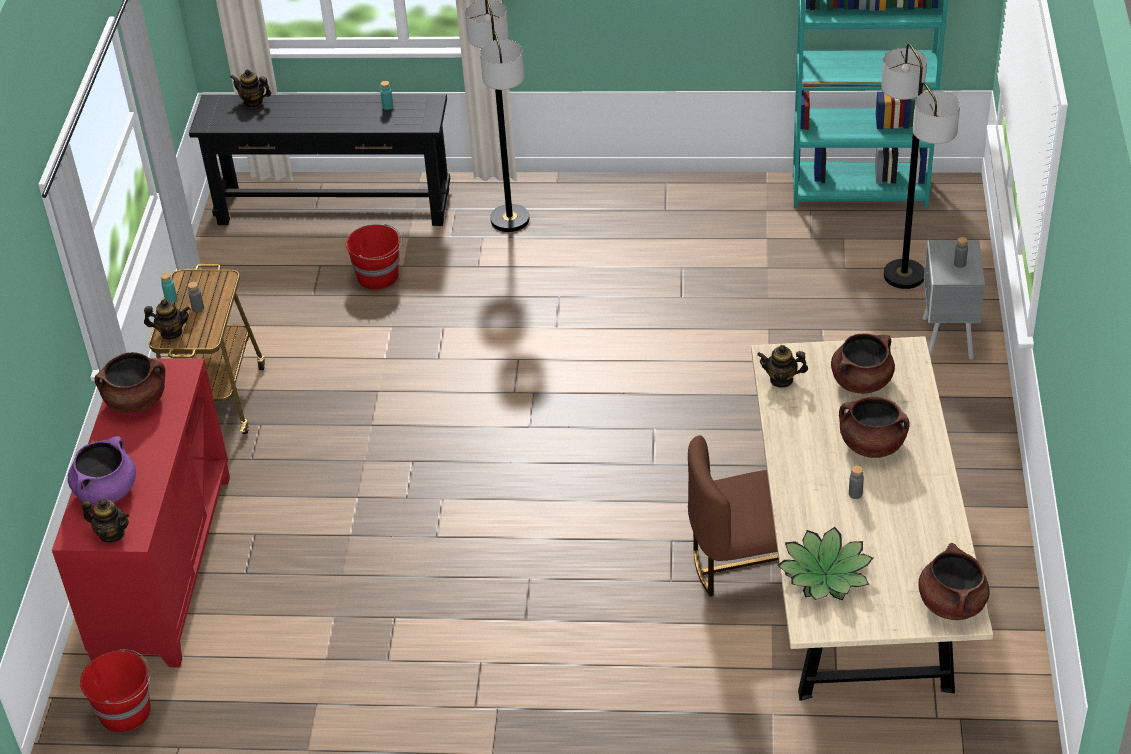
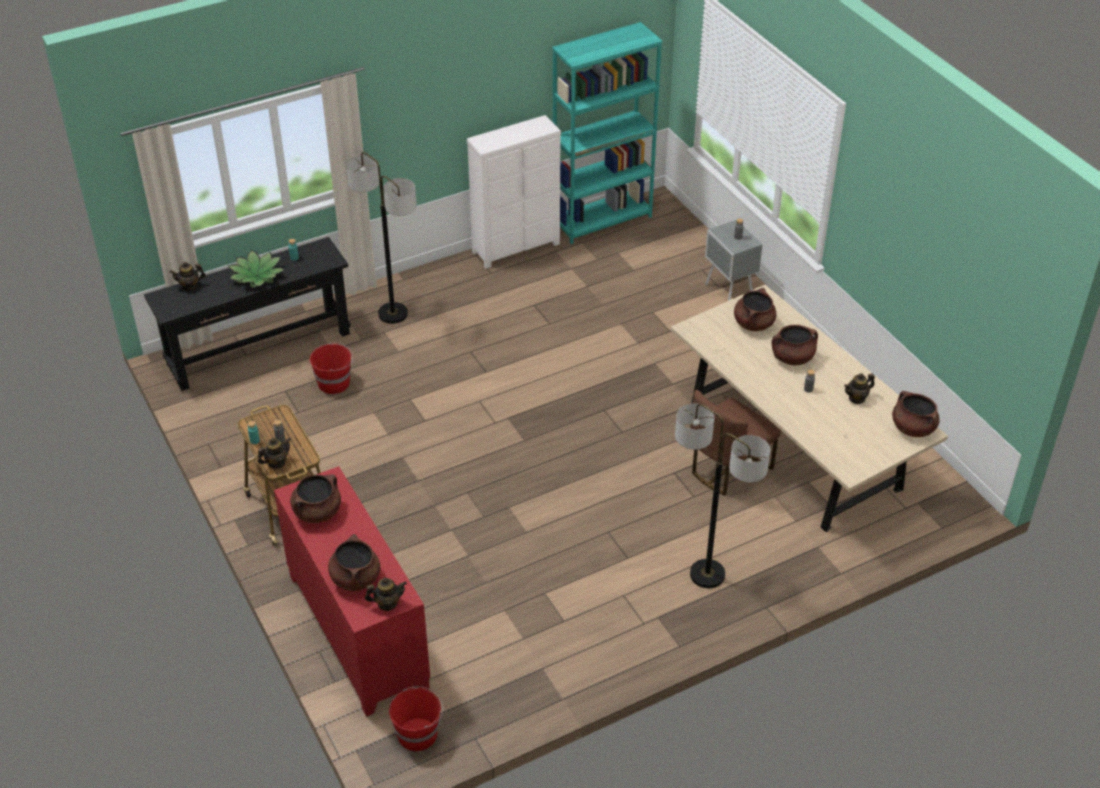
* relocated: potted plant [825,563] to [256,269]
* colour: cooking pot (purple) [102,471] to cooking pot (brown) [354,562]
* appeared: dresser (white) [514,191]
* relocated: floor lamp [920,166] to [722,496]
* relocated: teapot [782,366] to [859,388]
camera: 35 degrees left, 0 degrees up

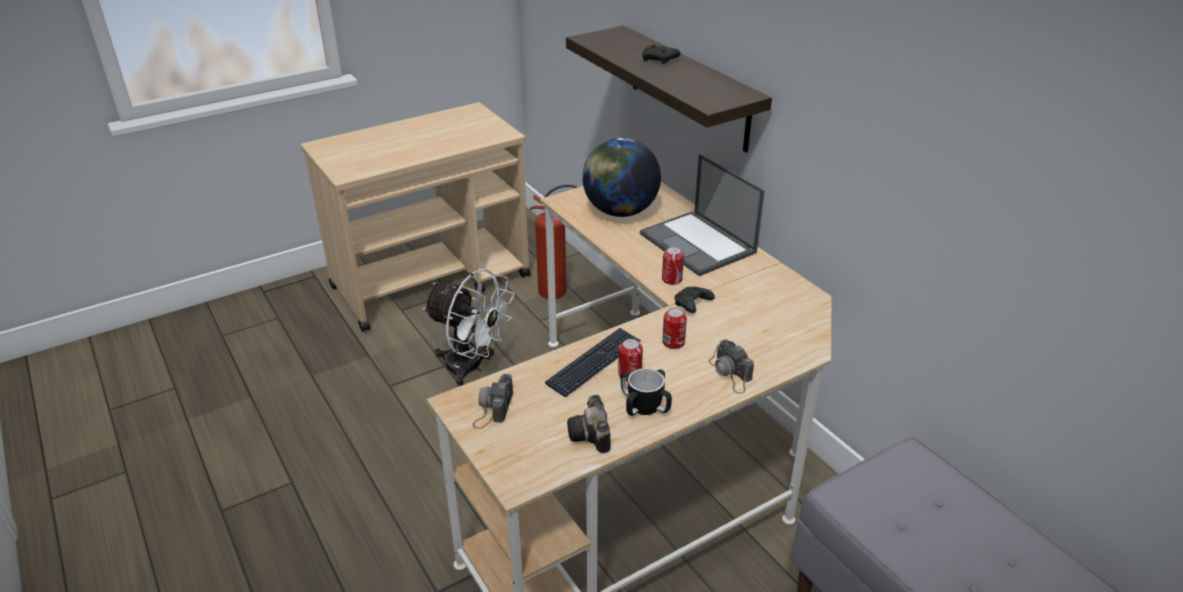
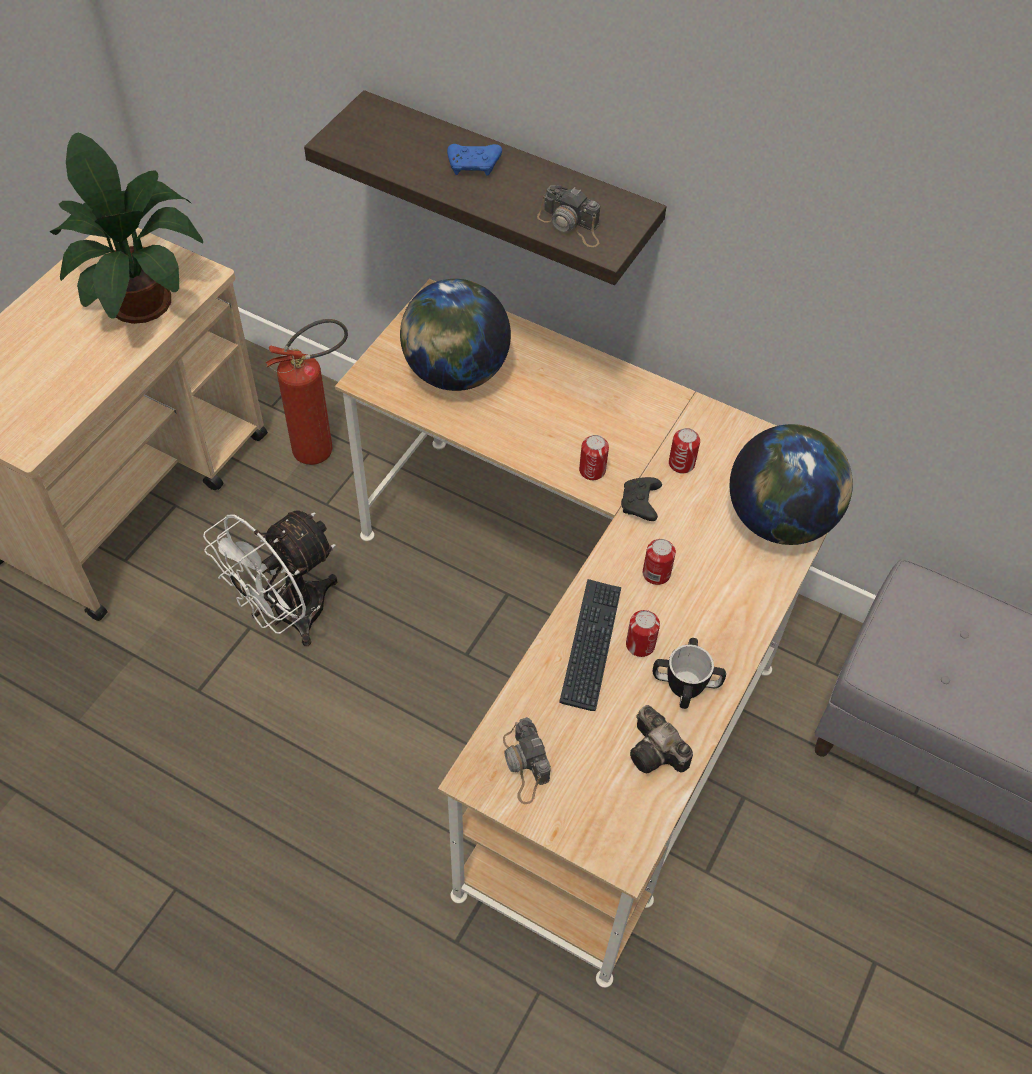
* appeared: potted plant [126,228]
* spun: fan (white) [469,327] = [270,578] 135 degrees clockwise
* colour: game controller (black) [661,54] to game controller (blue) [474,160]
* relocated: photo camera [731,366] to [568,216]
* appeared: can [684,451]
* appeared: globe [791,484]
* missing: laptop [702,215]
camera: 30 degrees left, 20 degrees up

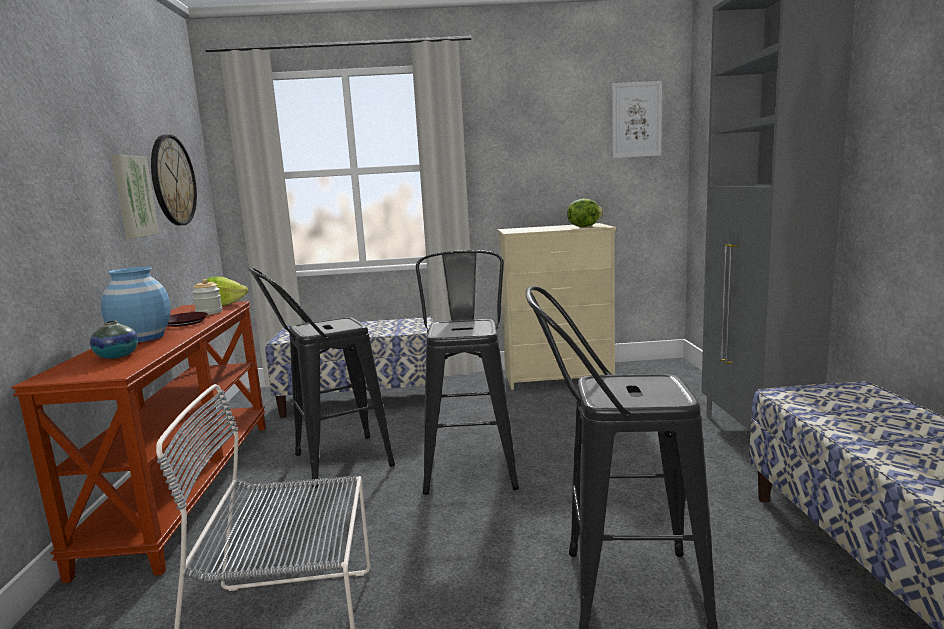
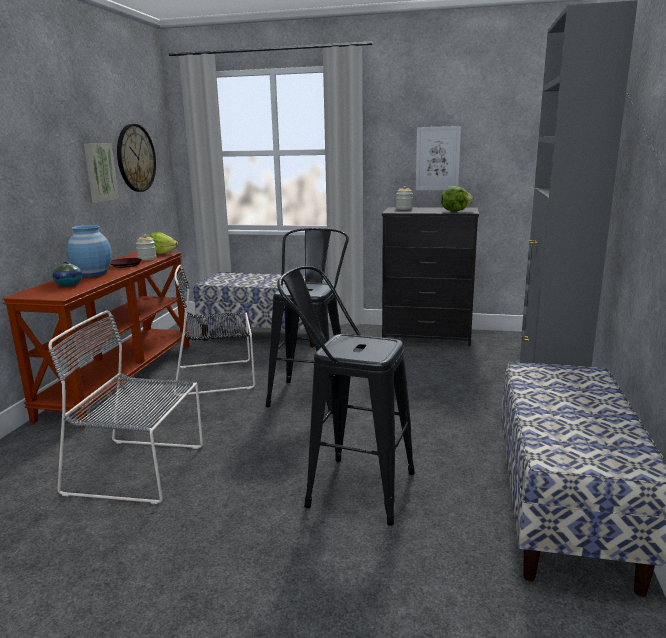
* exchanged: stool (black) [321,377] to chair (black) [214,330]
* colour: dresser (beige) [557,306] to dresser (black) [430,276]
* appeared: jar [404,198]
* relocated: picture [637,119] to [438,158]
camera: 15 degrees right, 5 degrees up

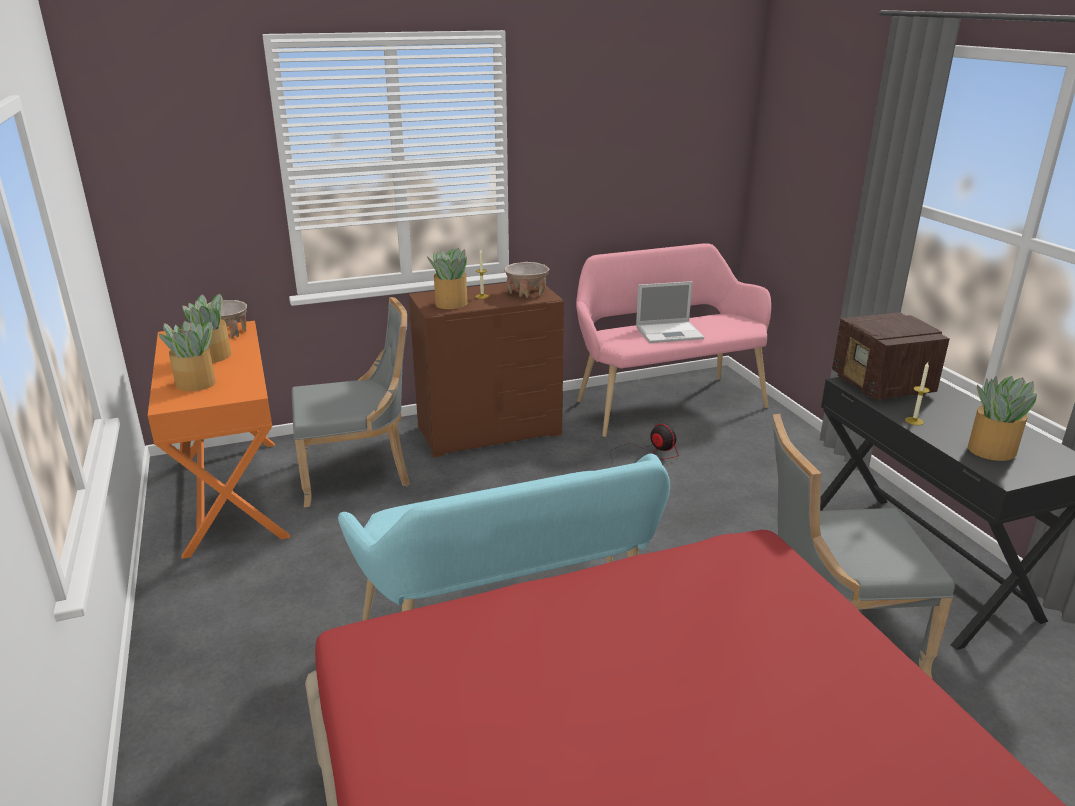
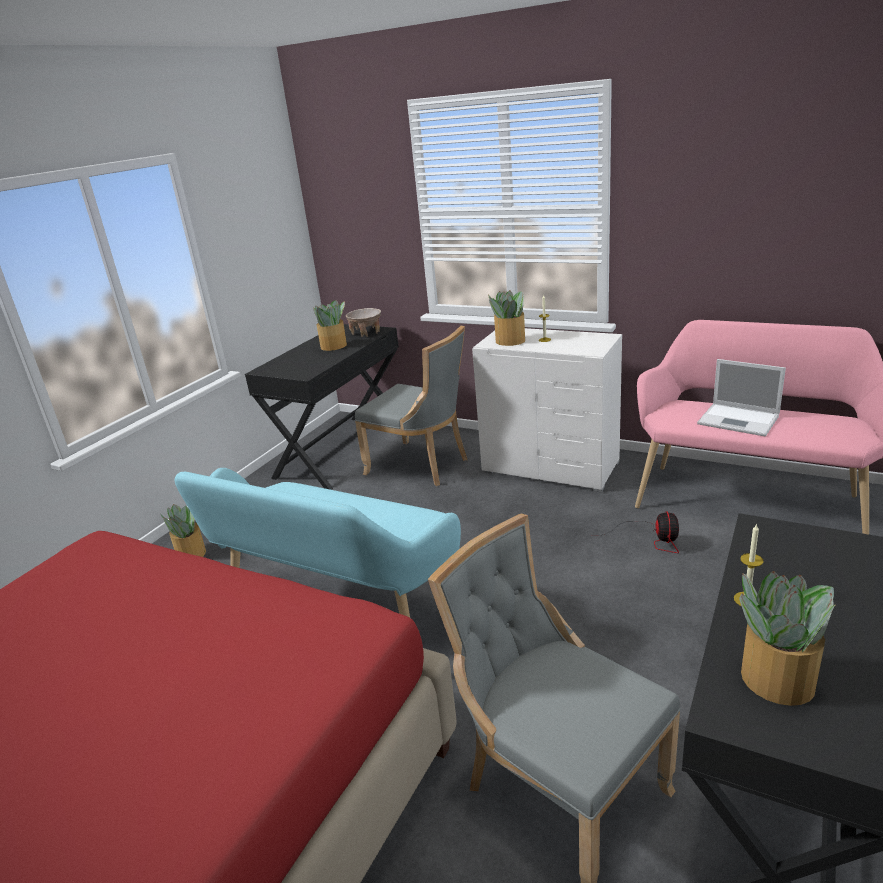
* relocated: potted plant [187,356] to [183,530]
* colour: desk (orange) [219,440] to desk (black) [322,407]
* colour: dresser (brown) [486,370] to dresser (white) [547,410]
* missing: bowl (beige) [526,280]
* missing: radio [891,356]
camera: 50 degrees right, 0 degrees up

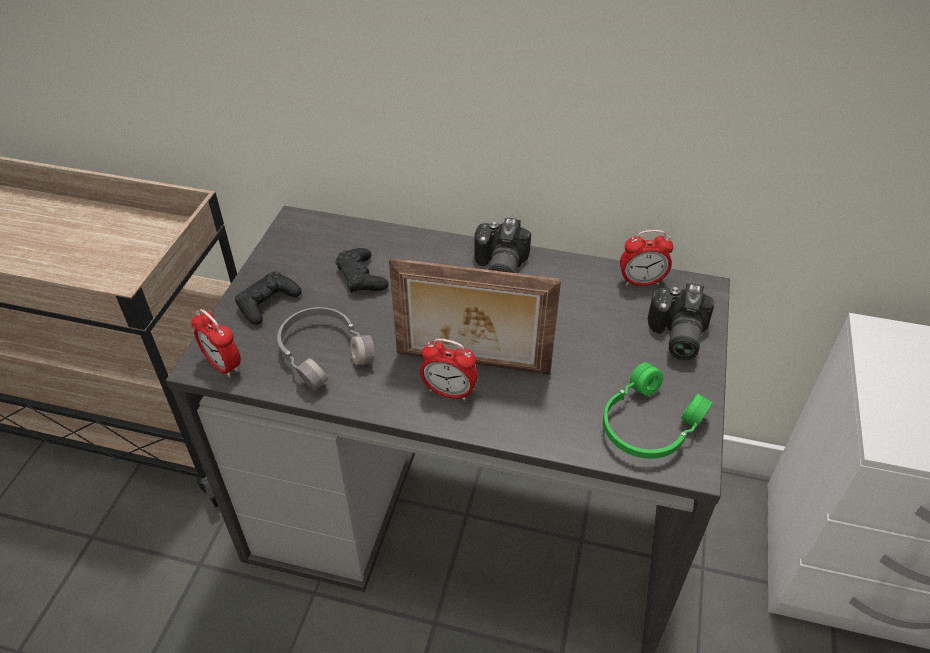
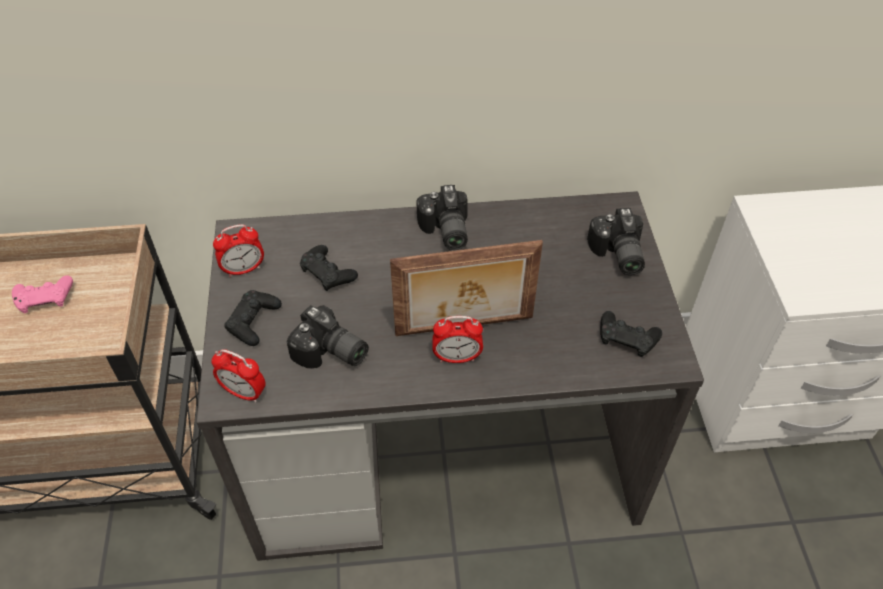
* appeared: game controller (pink) [42,294]
* relocated: alarm clock [647,258] to [238,250]
* exchanged: headphones (grey) [326,349] to photo camera [328,337]
* exchanged: headphones (green) [658,410] to game controller (black) [631,334]
camera: 20 degrees left, 5 degrees up

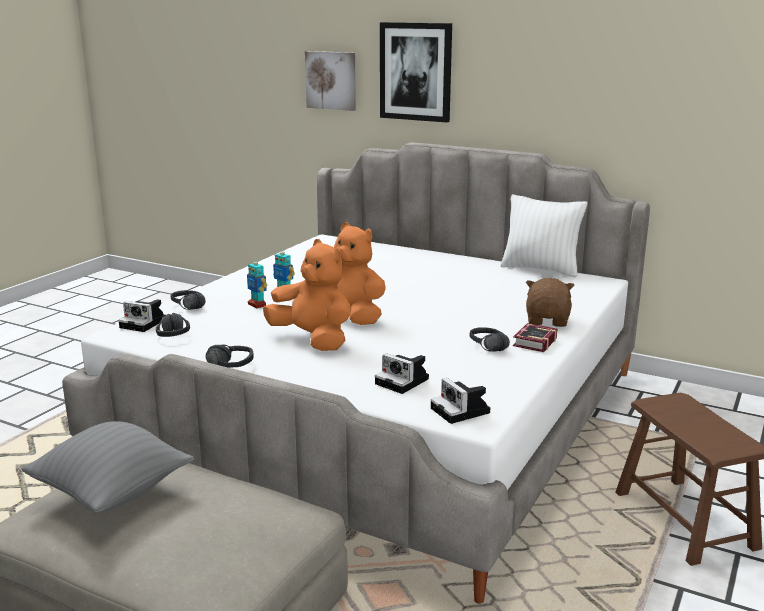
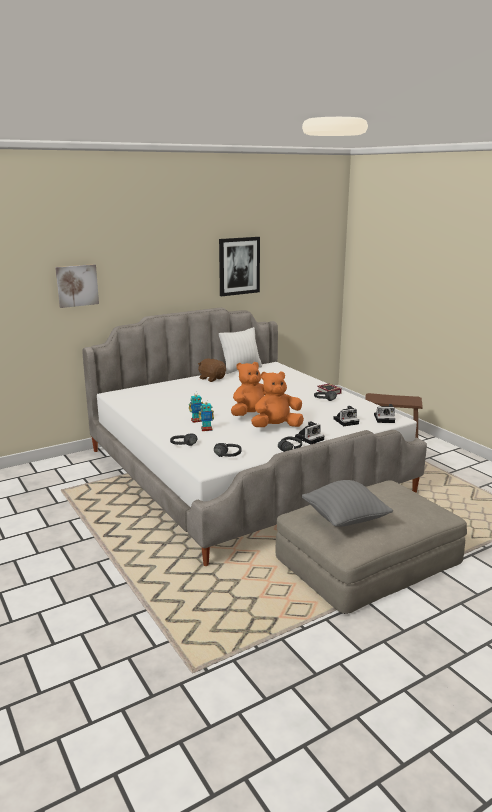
* relocated: plush toy (brown) [550,302] to [212,370]
* relocated: picture [416,72] to [239,266]
* relocated: photo camera [141,315] to [310,433]
camera: 60 degrees left, 0 degrees up

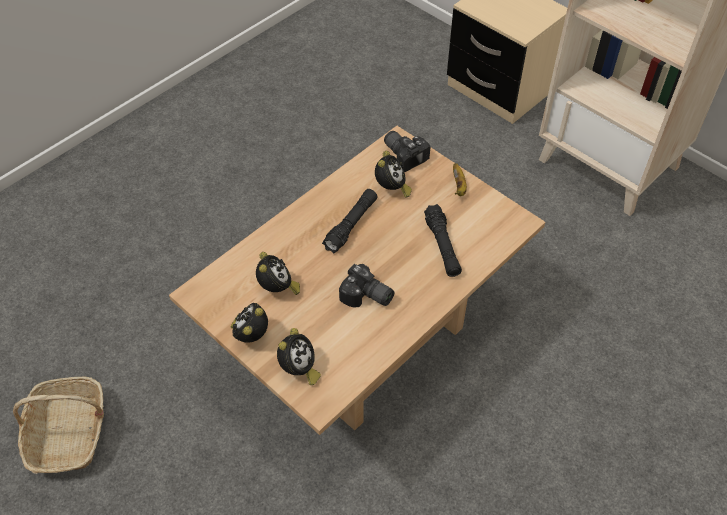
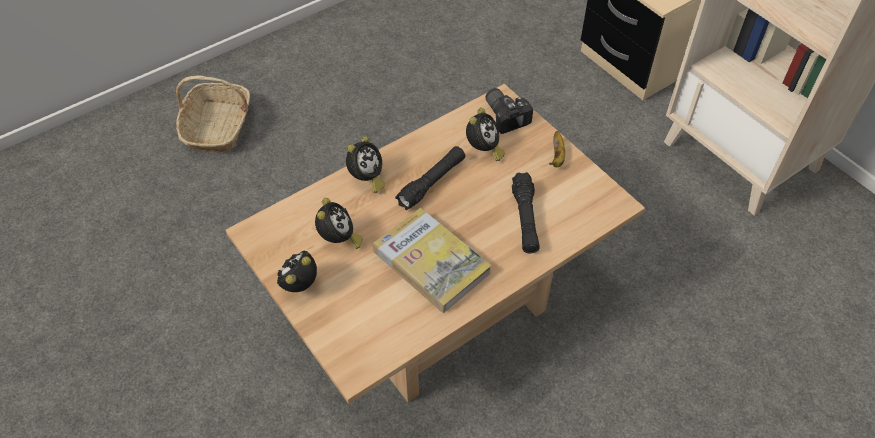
* relocated: basket [58,425] to [213,114]
* relocated: alarm clock [299,356] to [366,164]
* exchanged: photo camera [367,286] to book [432,260]
camera: 10 degrees right, 0 degrees up

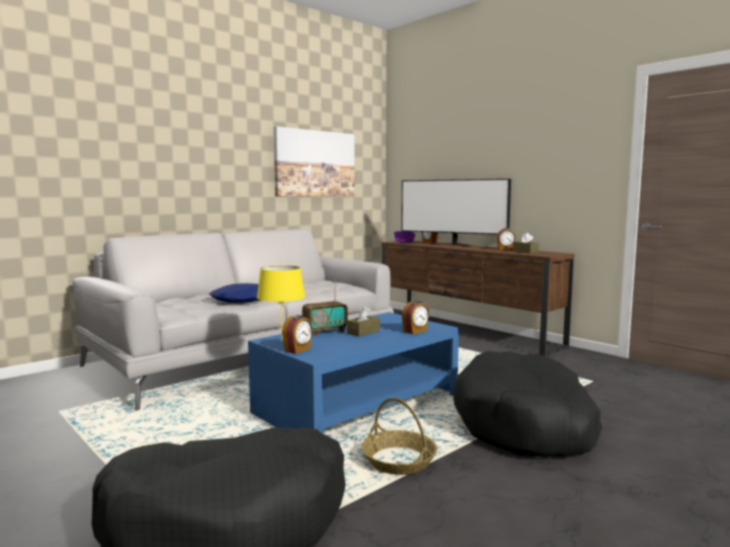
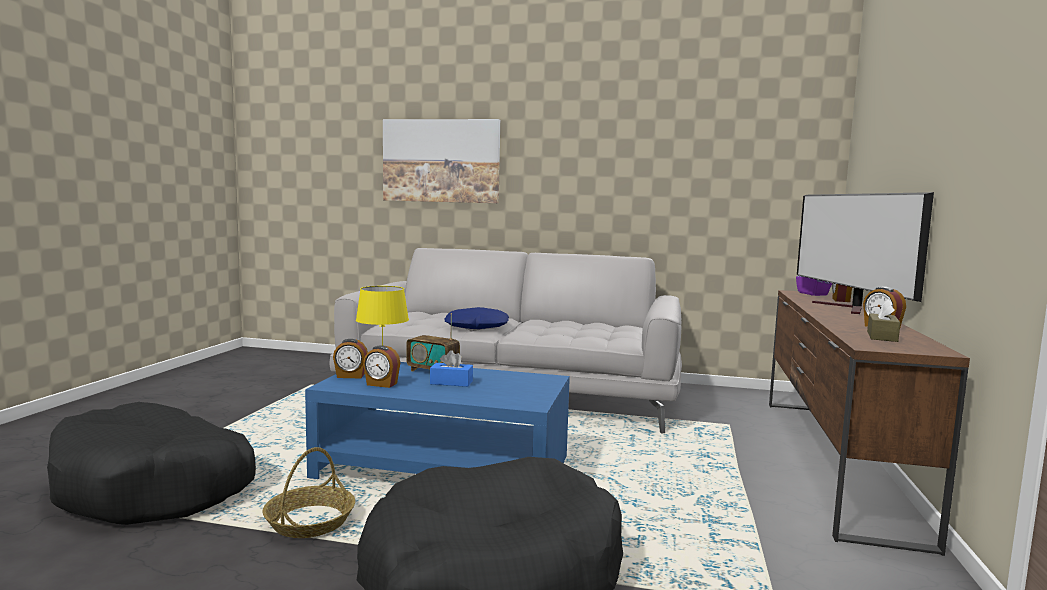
* relocated: alarm clock [415,317] to [381,366]
* relocated: picture [314,161] to [441,161]
* colour: tissue box (brown) [363,321] to tissue box (blue) [451,368]
camera: 55 degrees right, 0 degrees up

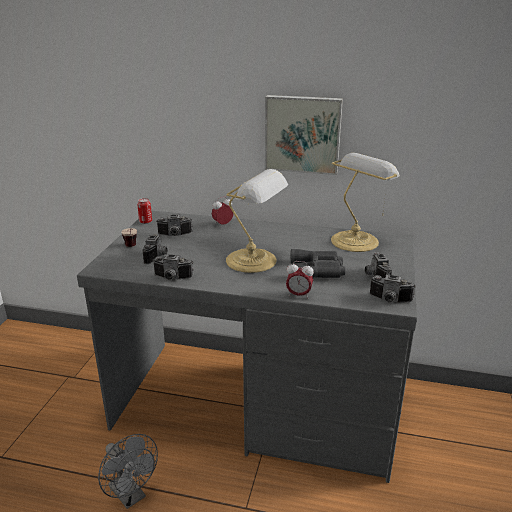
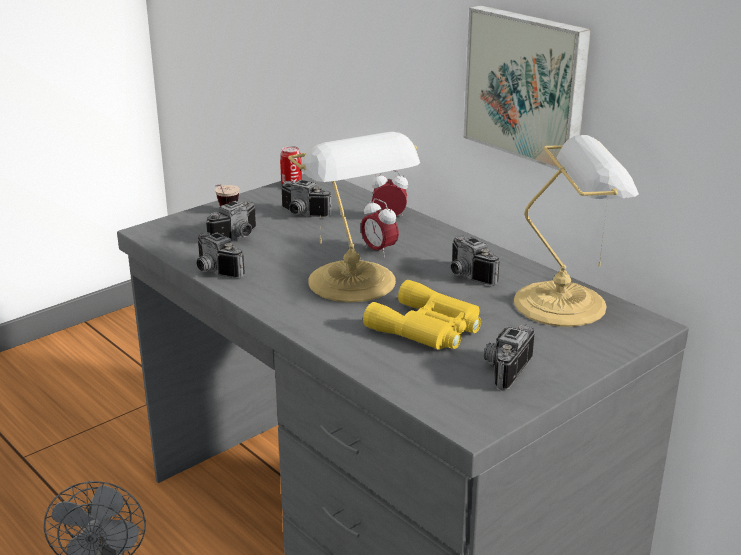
* relocated: alarm clock [300,280] to [380,228]
* colour: binoculars (grey) [318,263] to binoculars (yellow) [422,315]
* relocated: photo camera [393,288] to [475,260]
camera: 35 degrees right, 0 degrees up

